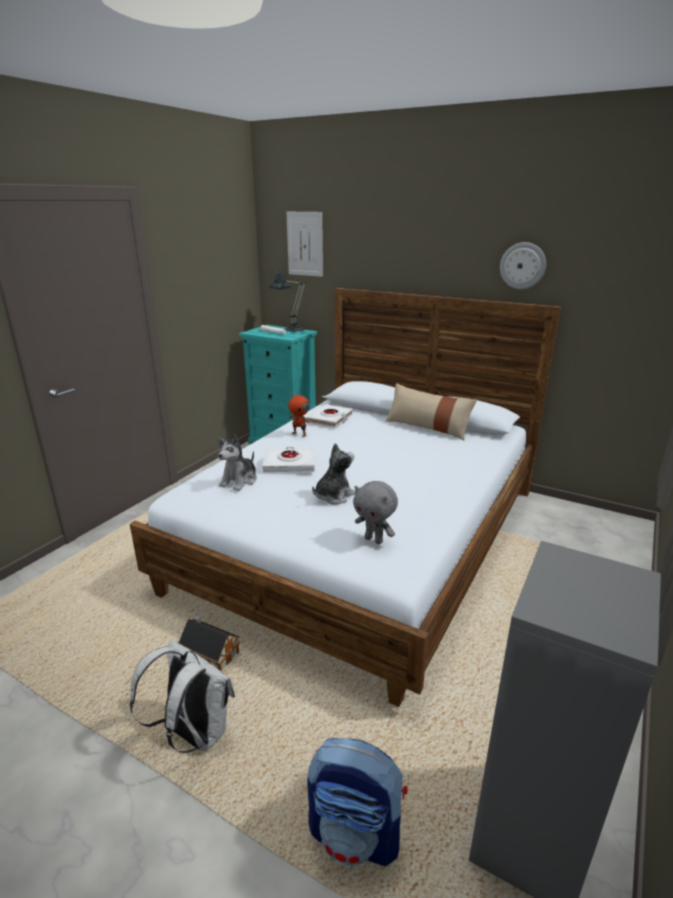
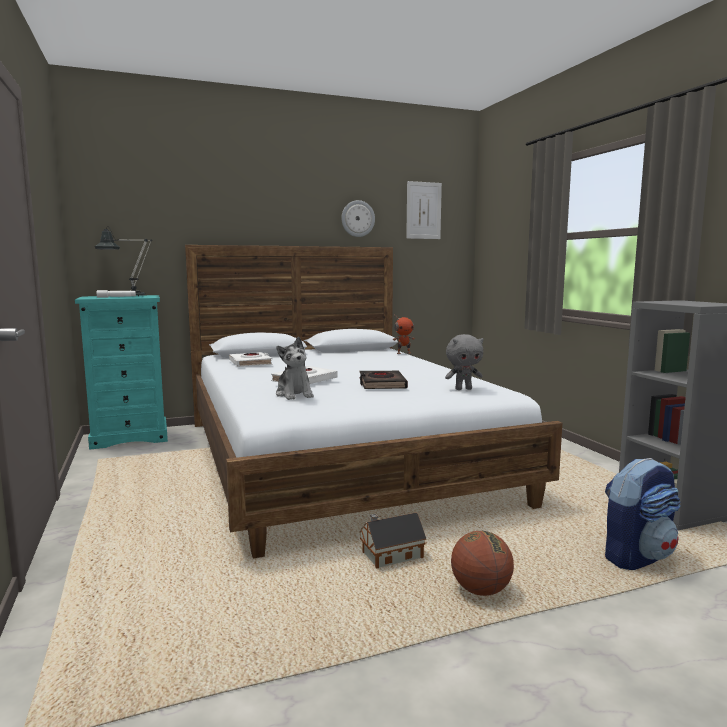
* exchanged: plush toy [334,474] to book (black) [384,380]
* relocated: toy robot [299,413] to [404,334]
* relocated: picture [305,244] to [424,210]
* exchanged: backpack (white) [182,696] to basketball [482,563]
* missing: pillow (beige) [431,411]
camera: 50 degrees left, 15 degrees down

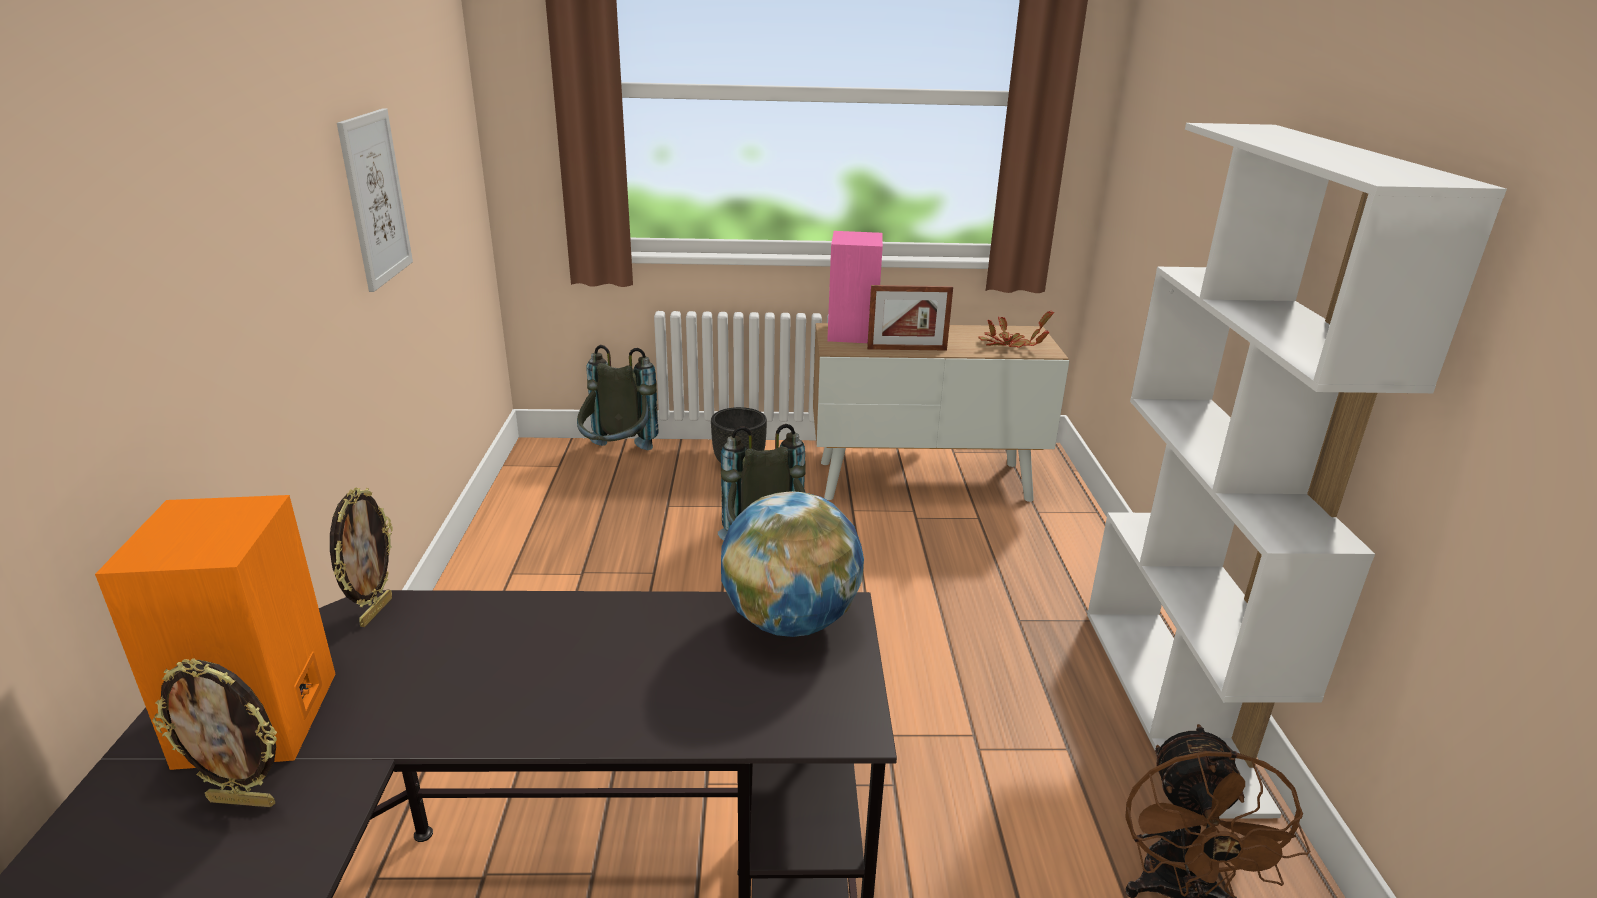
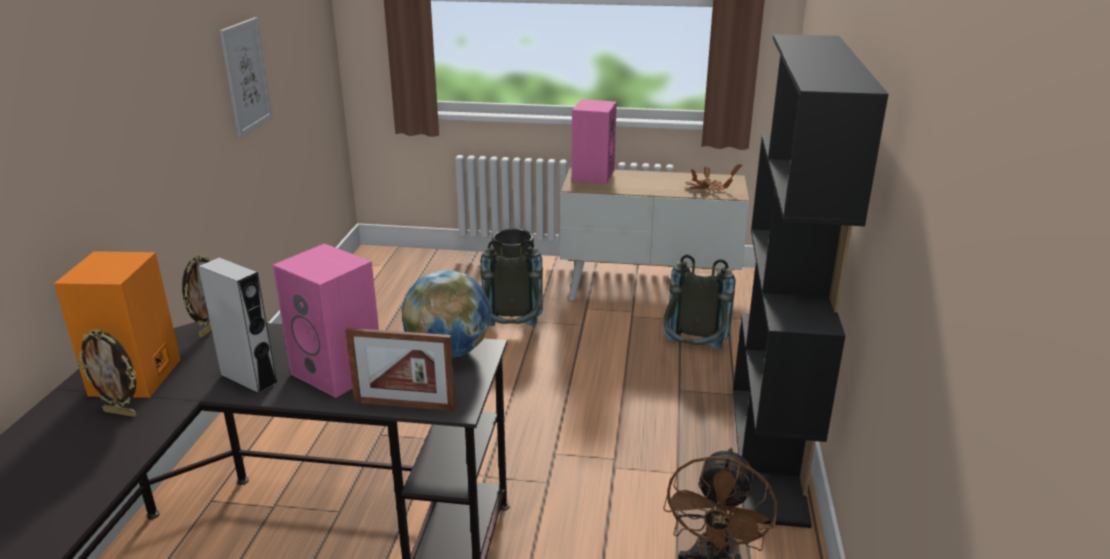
* appeared: speaker (grey) [238,326]
* appeared: speaker (pink) [326,321]
* relocated: picture frame [910,317] to [400,369]
* relocated: backpack (grey) [617,397] to [699,302]
* colour: bookcase (white) [1297,471] to bookcase (black) [811,281]
camera: 10 degrees right, 0 degrees up

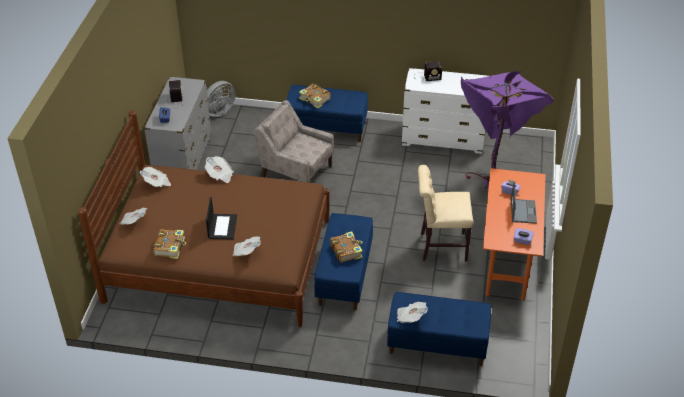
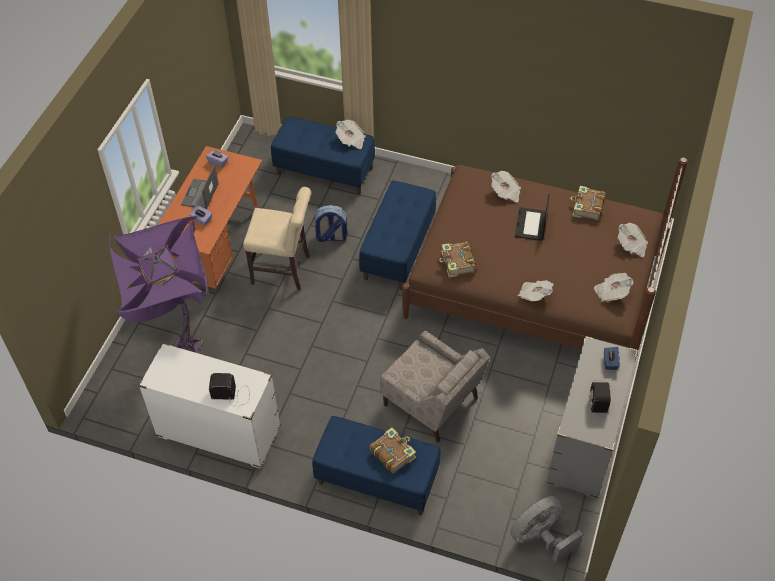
* appeared: backpack [330,223]
* relocated: book [346,247] to [457,260]
camera: 170 degrees left, 10 degrees up

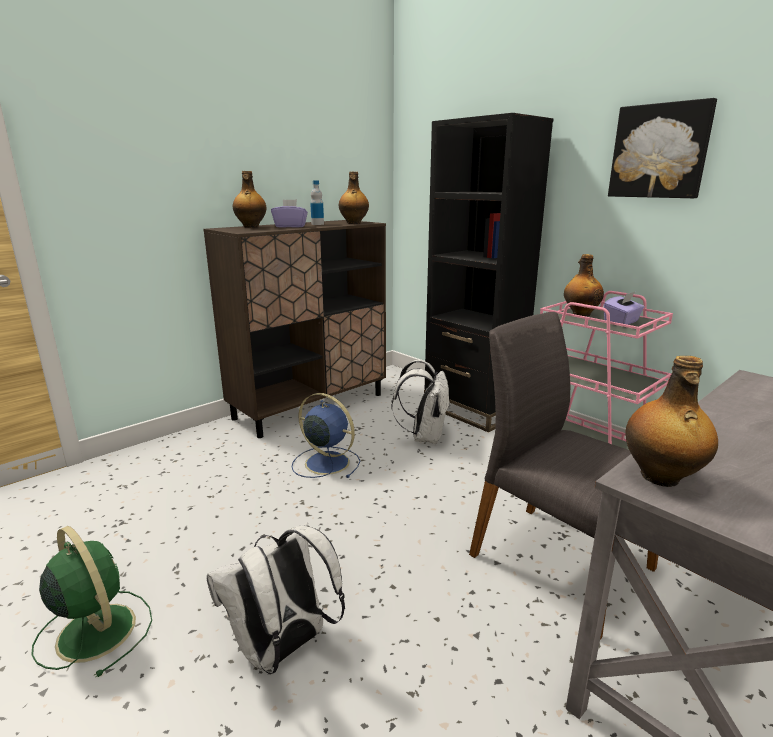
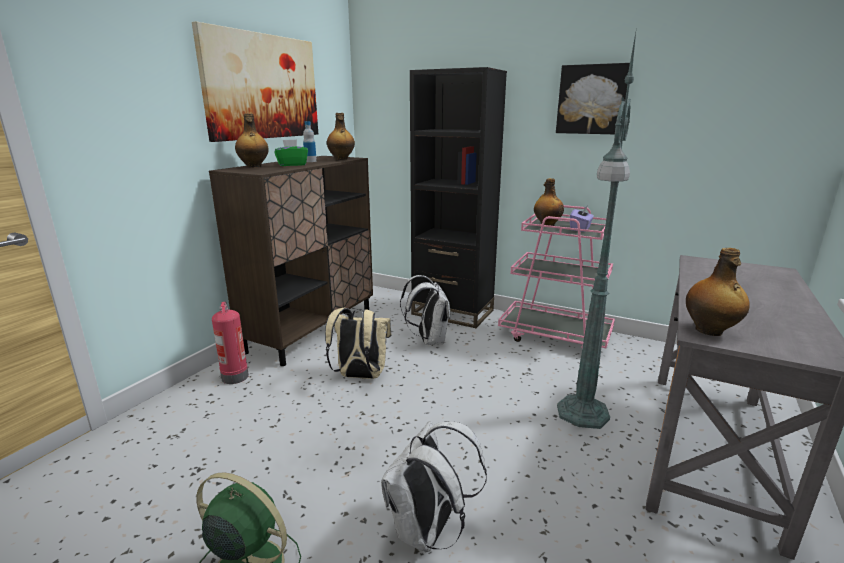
* appeared: picture [255,81]
* appeared: fire extinguisher [230,342]
* colour: tissue box (purple) [289,213] to tissue box (green) [291,152]
* exchanged: fan (blue) [326,435] to backpack (beige) [358,343]
* exchanged: chair (grey) [564,475] to floor lamp (green) [596,231]
camera: 20 degrees left, 0 degrees up

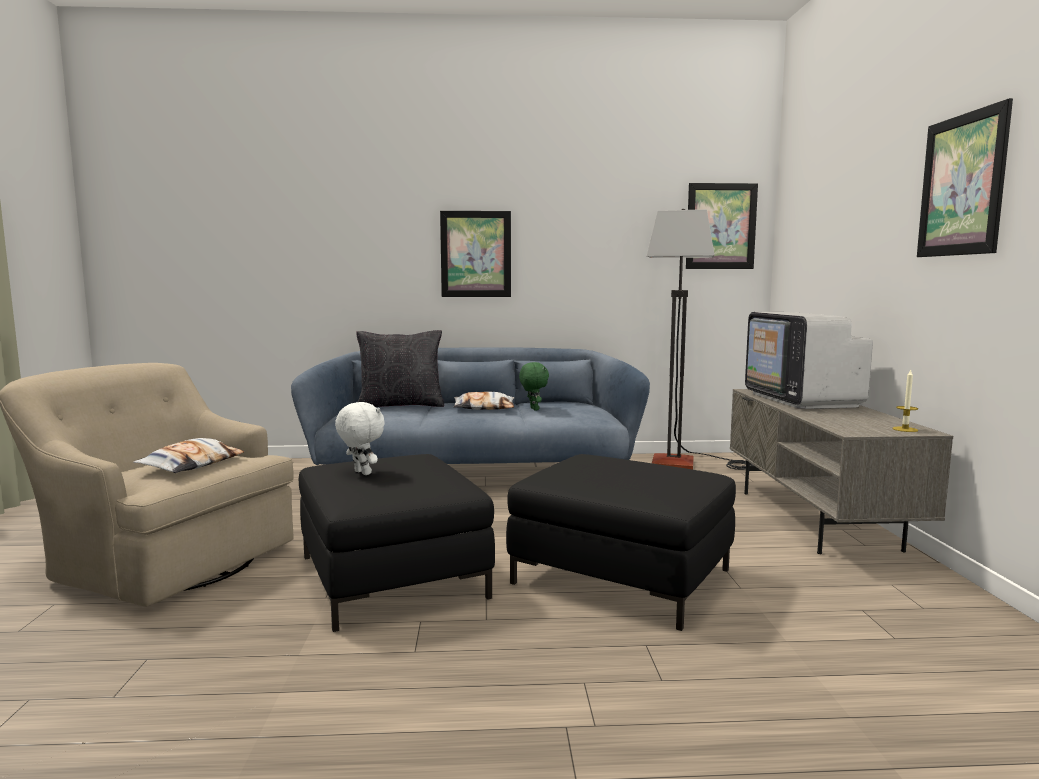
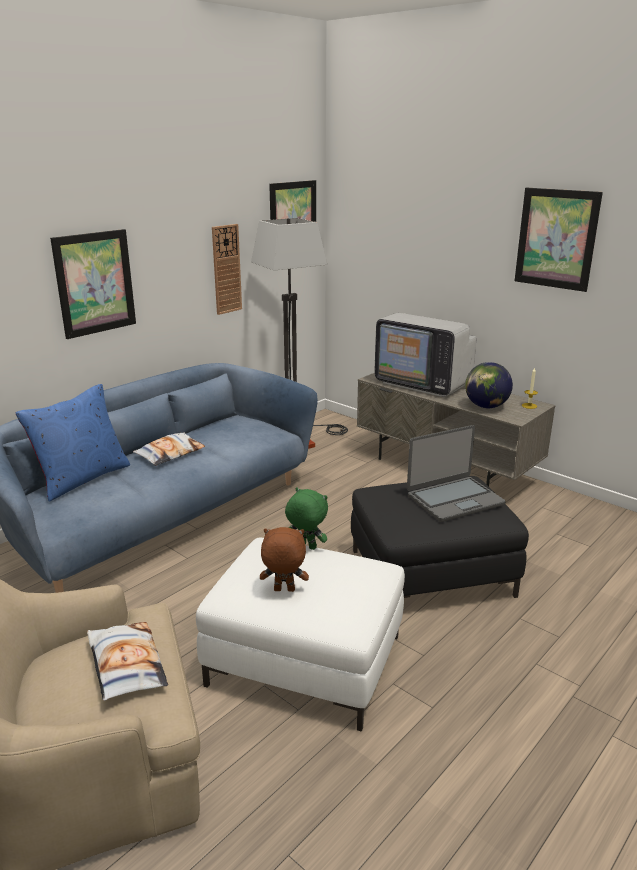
* colour: pillow (black) [400,368] to pillow (blue) [73,443]
* colour: ottoman (black) [397,543] to ottoman (white) [300,635]
* appeared: wall clock [227,269]
* colour: plush toy (white) [360,438] to plush toy (brown) [284,559]
* relocated: plush toy (green) [534,386] to [306,518]
* appeared: laptop [456,473]
* appeared: globe [489,385]
camera: 45 degrees left, 15 degrees up

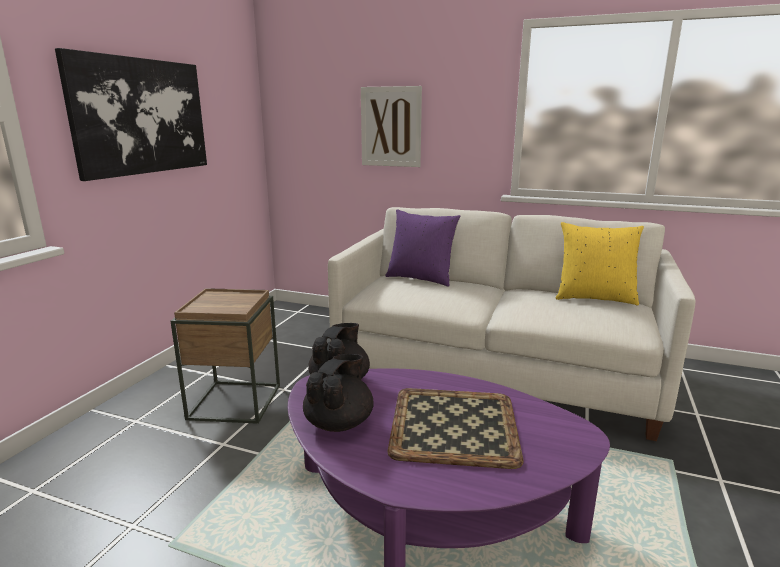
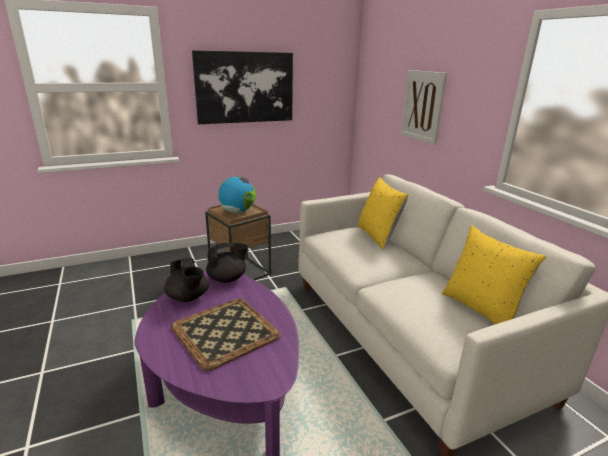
* spun: teapot (black) [338,393] = [186,280] 75 degrees clockwise
* appeared: globe [237,194]
* colour: pillow (purple) [423,248] to pillow (yellow) [383,213]
camera: 45 degrees right, 5 degrees up

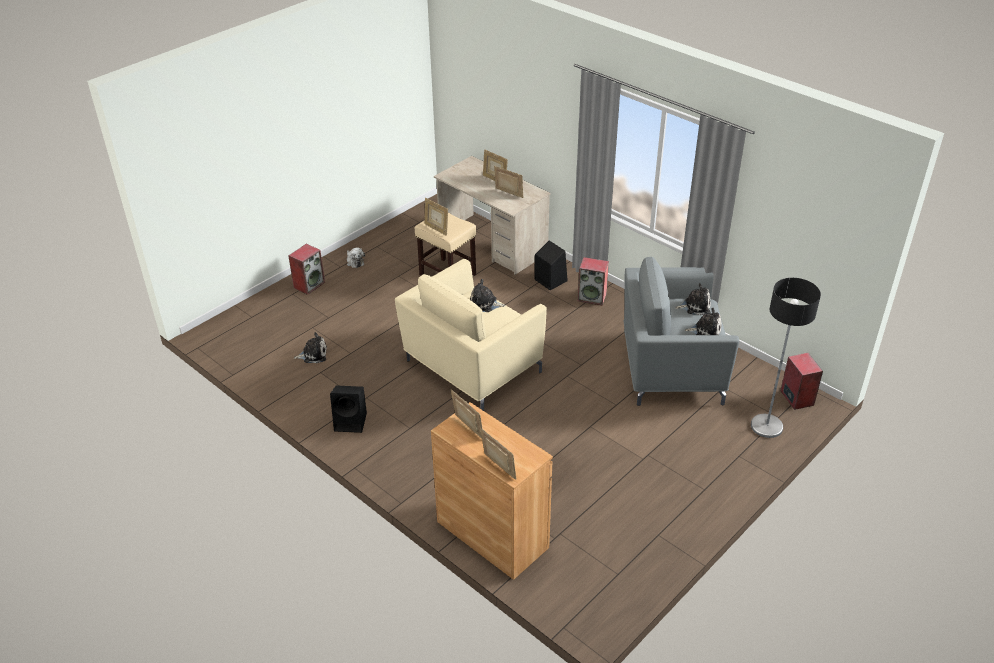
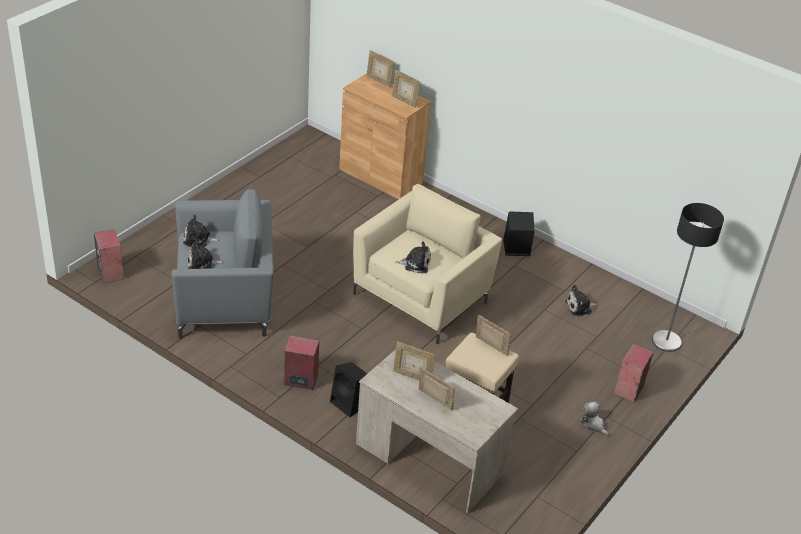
* relocated: floor lamp [786,358] to [688,277]
camera: 170 degrees right, 0 degrees up

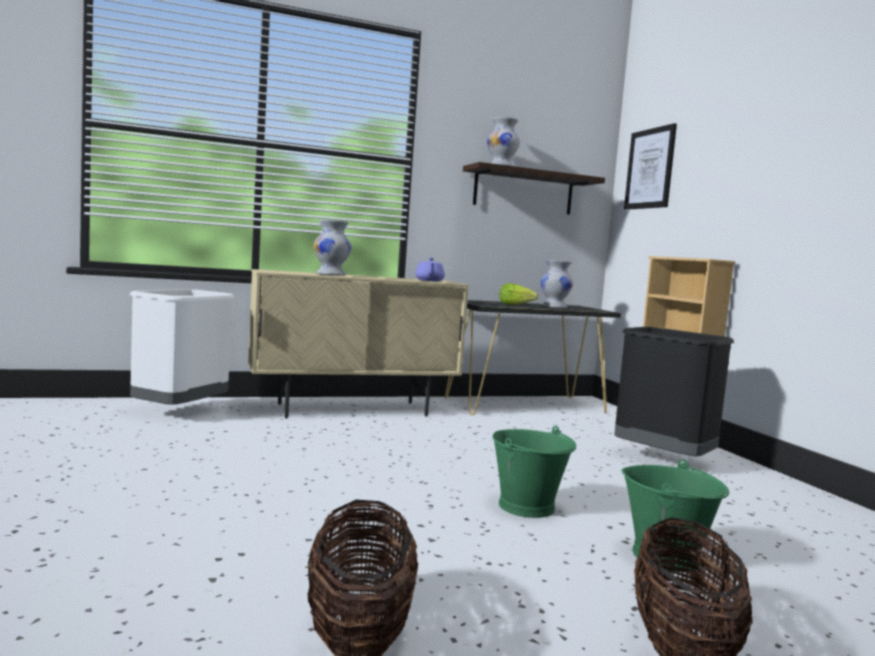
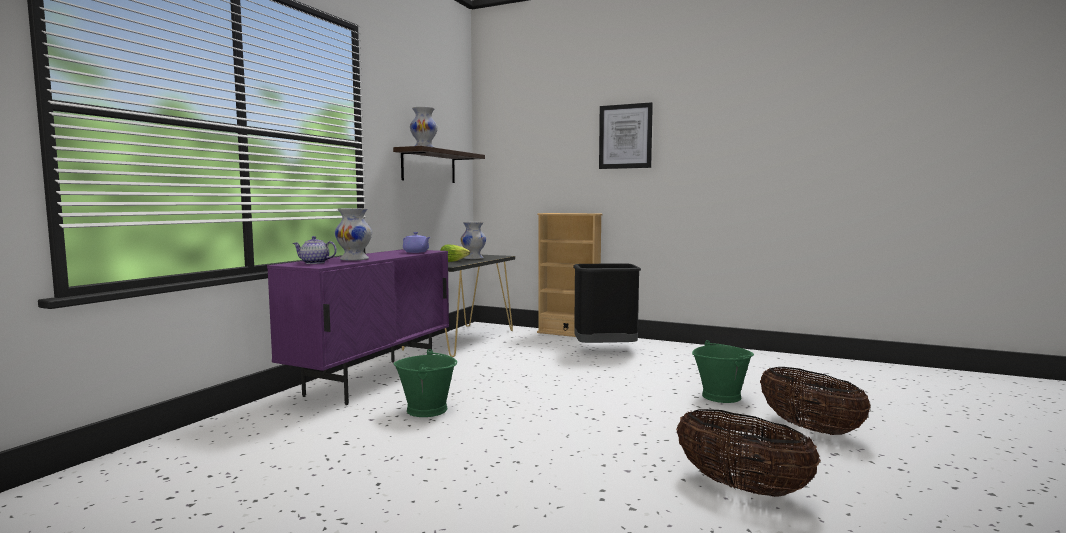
* colour: cabinet (beige) [358,344] to cabinet (purple) [358,327]
* appeared: teapot [315,250]
* relocated: bucket (green) [534,472] to [425,383]
* relocated: picture [650,166] to [626,135]
* missing: trash can (white) [182,347]
camera: 45 degrees left, 0 degrees up

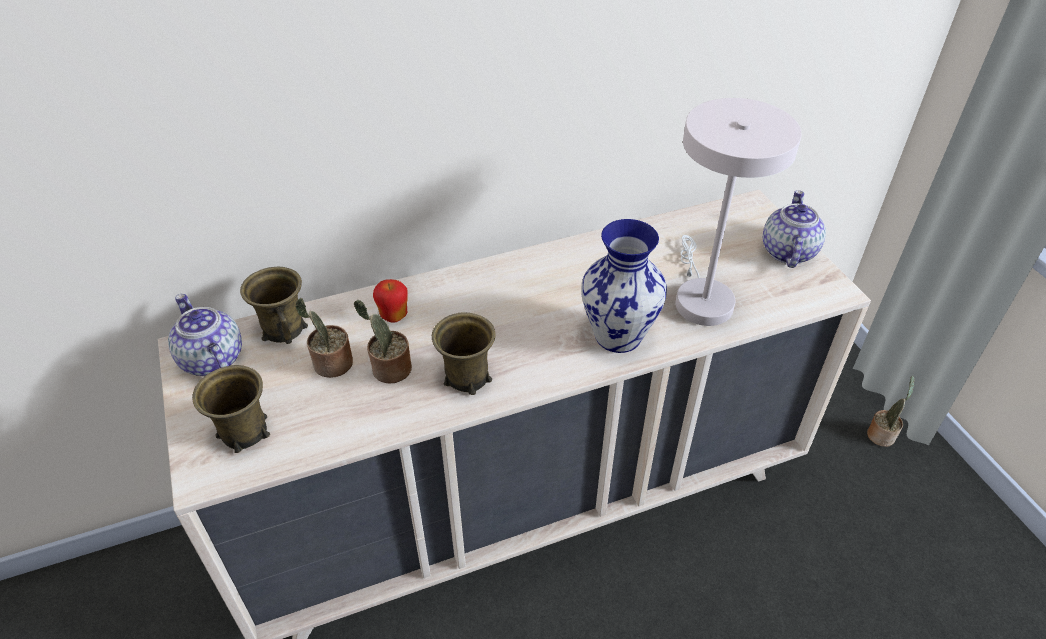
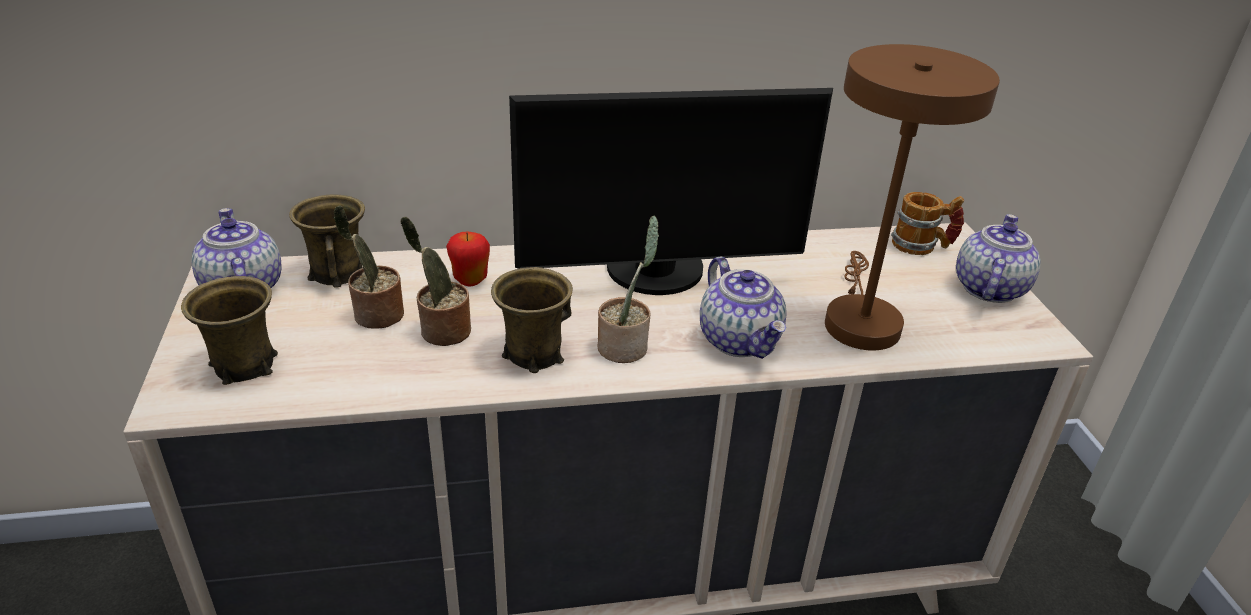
* appeared: monitor [671,191]
* relocated: potted plant [891,411] to [628,289]
* exchanged: vase [624,286] to teapot [743,307]
* colour: table lamp (white) [738,212] to table lamp (brown) [912,197]
* appeared: mug [927,223]
camera: 10 degrees right, 10 degrees down

